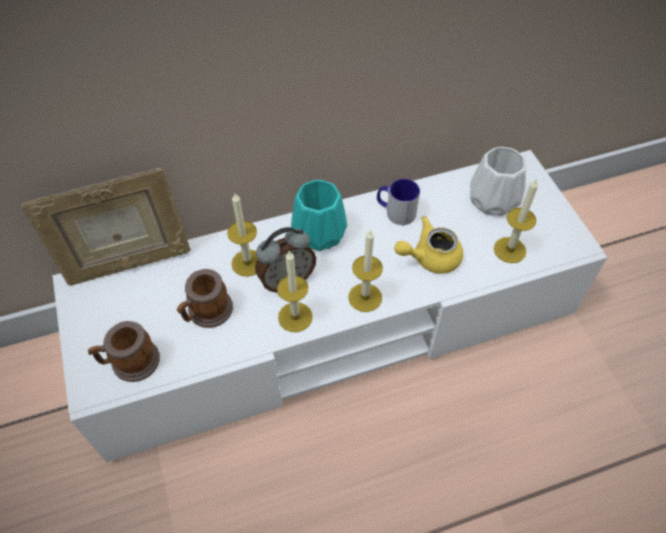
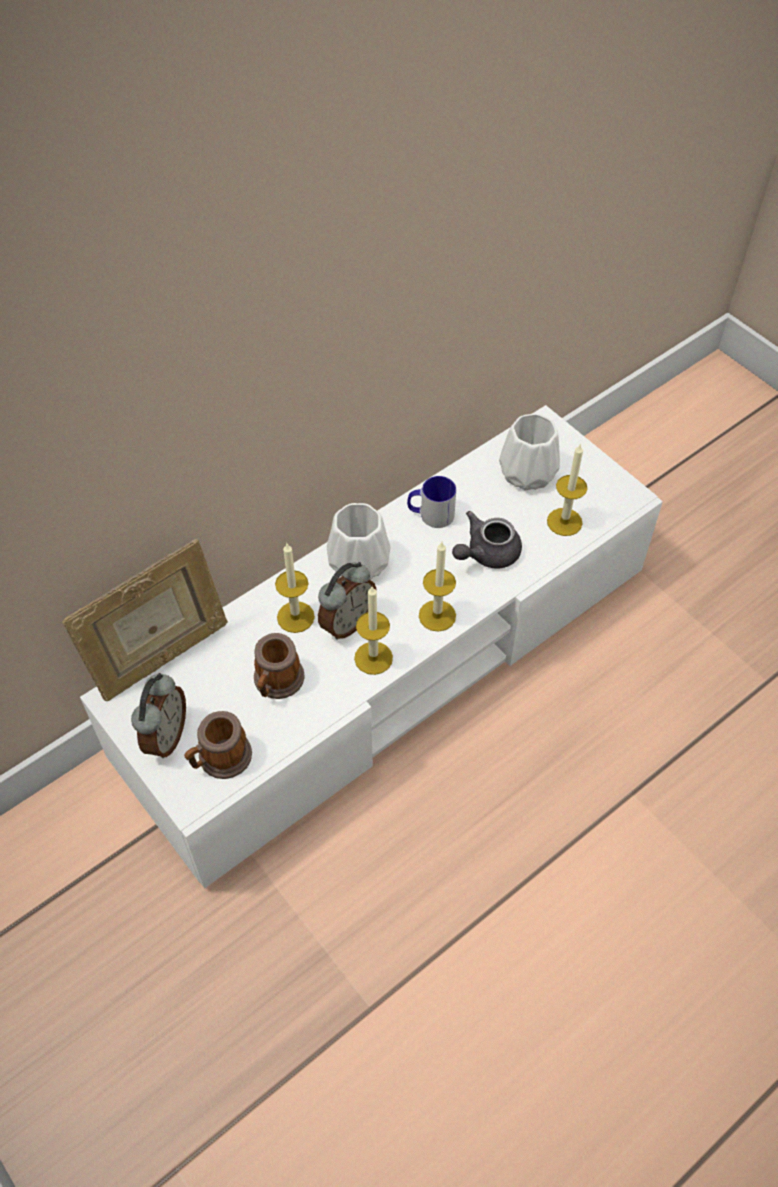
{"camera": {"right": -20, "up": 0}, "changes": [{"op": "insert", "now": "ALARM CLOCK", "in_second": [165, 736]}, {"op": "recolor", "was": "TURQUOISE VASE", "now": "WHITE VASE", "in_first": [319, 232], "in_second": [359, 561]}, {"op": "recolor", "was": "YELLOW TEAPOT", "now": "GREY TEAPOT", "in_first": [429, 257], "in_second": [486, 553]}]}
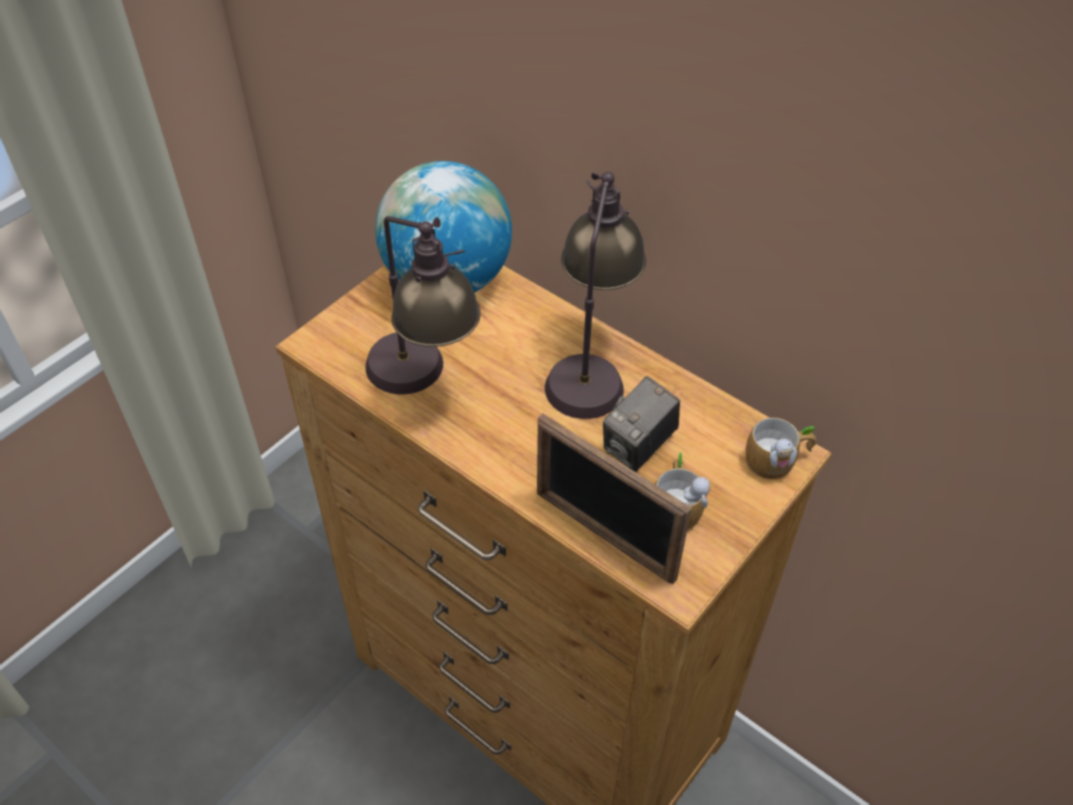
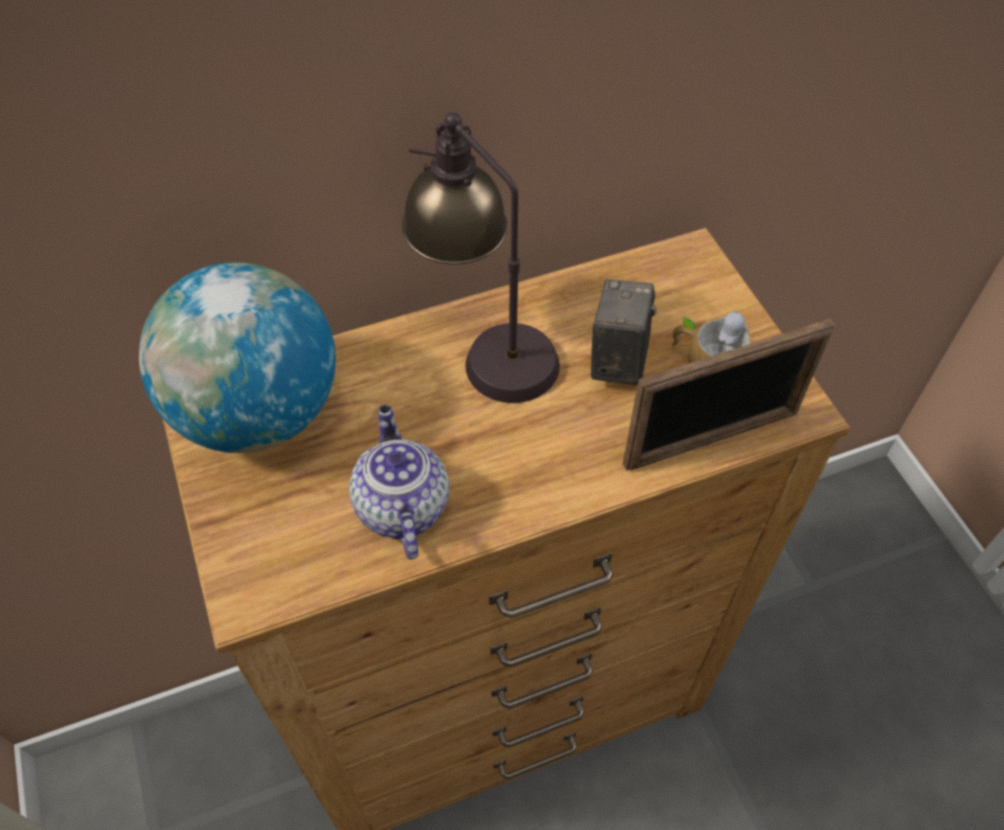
{"camera": {"right": -60, "up": 5}, "changes": [{"op": "replace", "was": "TABLE LAMP", "now": "TEAPOT", "in_first": [424, 382], "in_second": [401, 506]}, {"op": "rotate", "was": "PHOTO CAMERA", "in_first": [638, 447], "in_second": [618, 358], "clockwise": -150}, {"op": "delete", "was": "MUG", "in_first": [778, 460]}]}
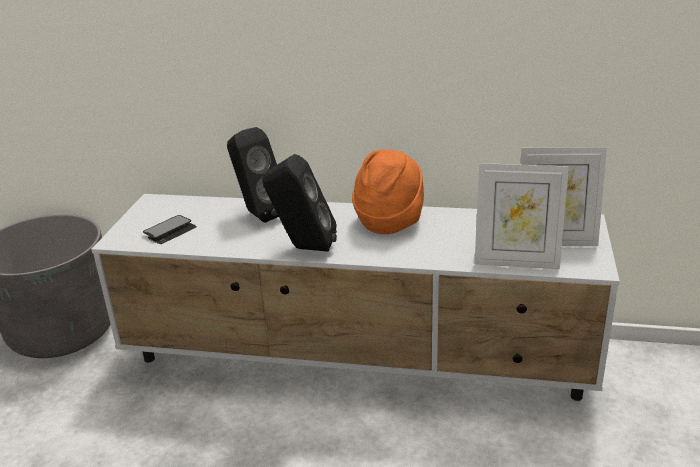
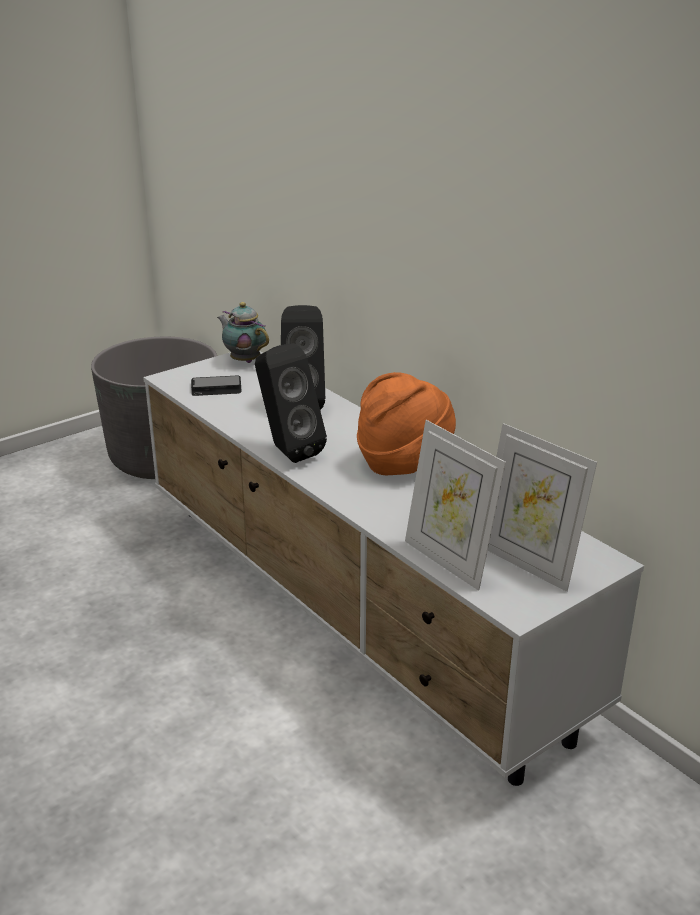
{"camera": {"right": 40, "up": 0}, "changes": [{"op": "insert", "now": "TEAPOT", "in_second": [244, 360]}]}
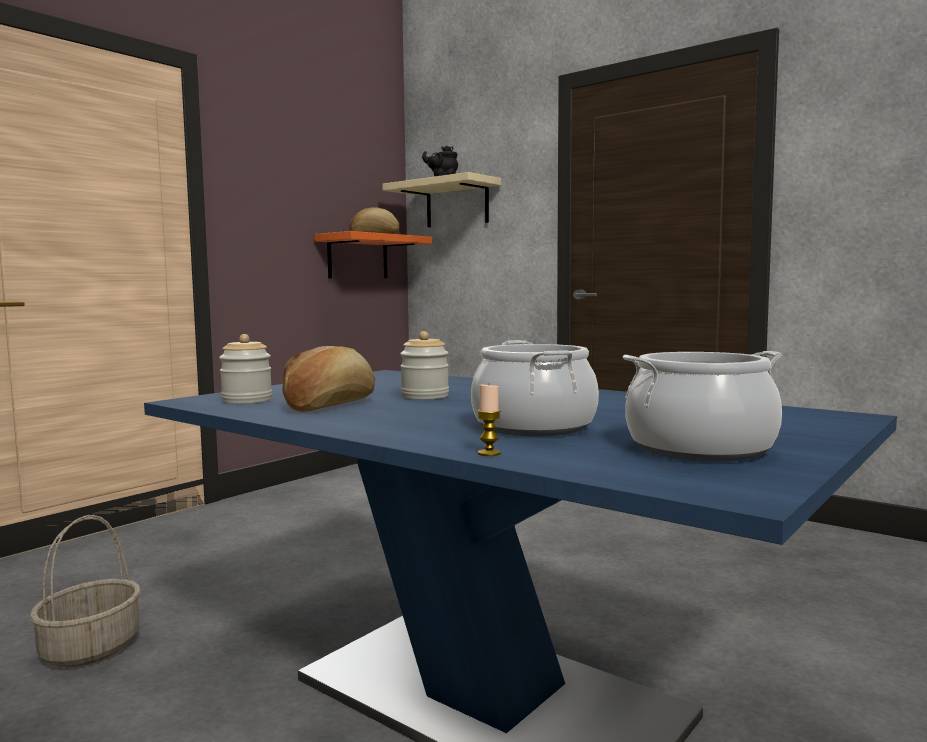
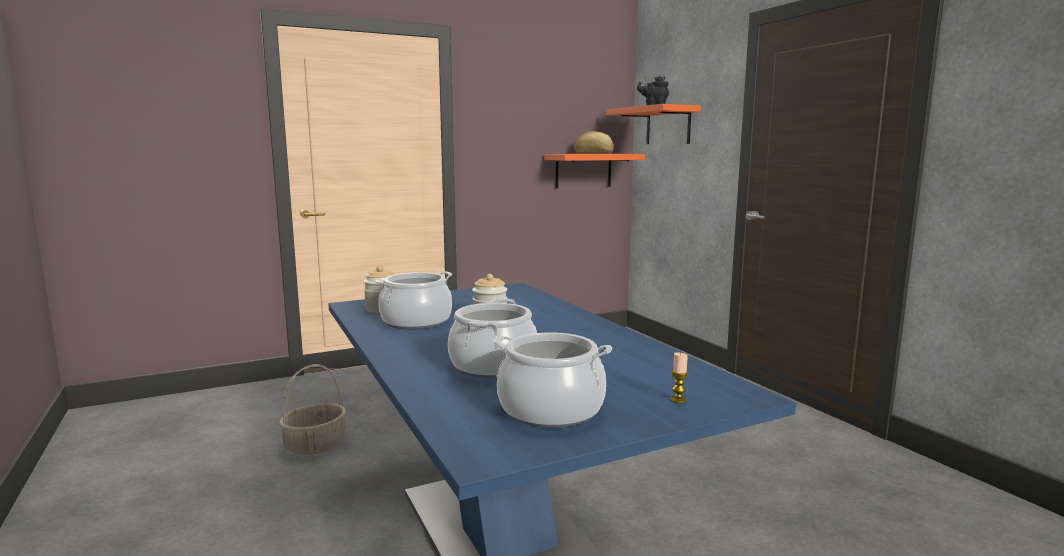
{"camera": {"right": 25, "up": 5}, "changes": [{"op": "replace", "was": "BREAD", "now": "COOKING POT", "in_first": [329, 405], "in_second": [416, 322]}, {"op": "recolor", "was": "BEIGE SHELF", "now": "ORANGE SHELF", "in_first": [457, 204], "in_second": [668, 126]}, {"op": "move", "was": "CANDLE", "in_first": [489, 453], "in_second": [678, 400]}]}
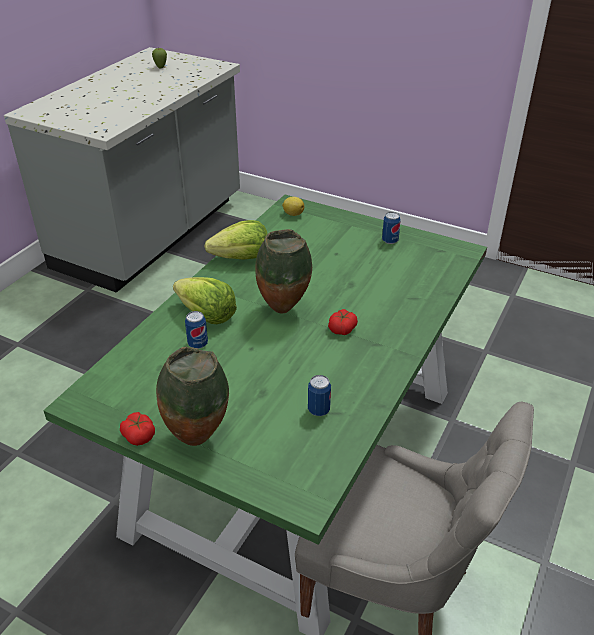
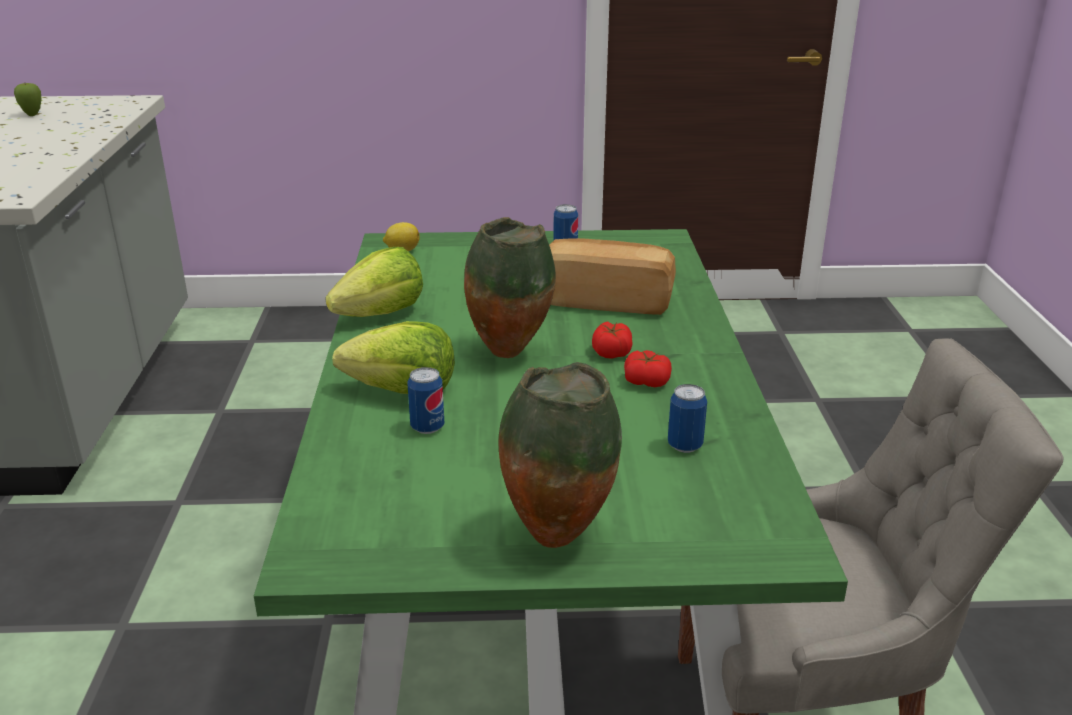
{"camera": {"right": -30, "up": -10}, "changes": [{"op": "insert", "now": "BREAD", "in_second": [606, 300]}, {"op": "move", "was": "TOMATO", "in_first": [139, 435], "in_second": [646, 381]}]}
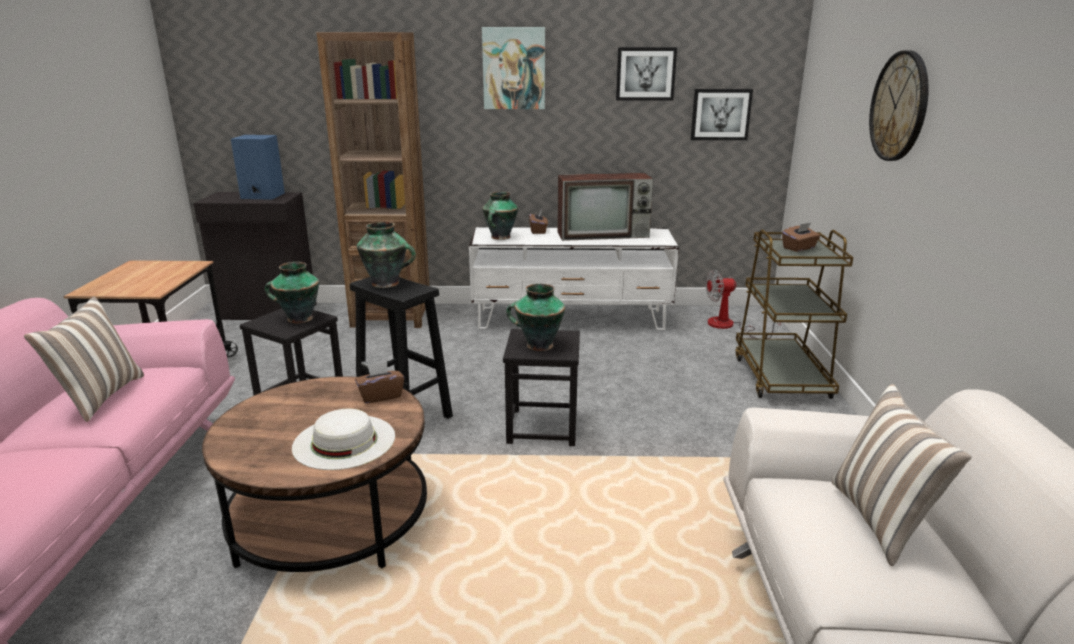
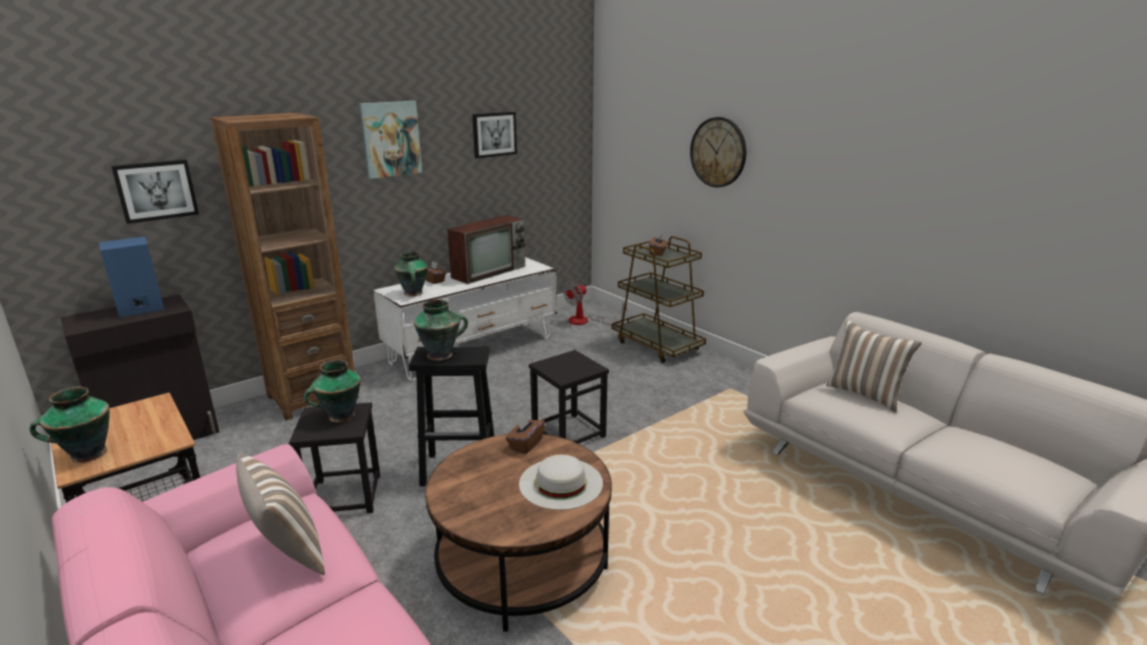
{"camera": {"right": -40, "up": 0}, "changes": [{"op": "move", "was": "VASE", "in_first": [538, 345], "in_second": [86, 455]}, {"op": "move", "was": "PICTURE", "in_first": [720, 114], "in_second": [156, 190]}]}
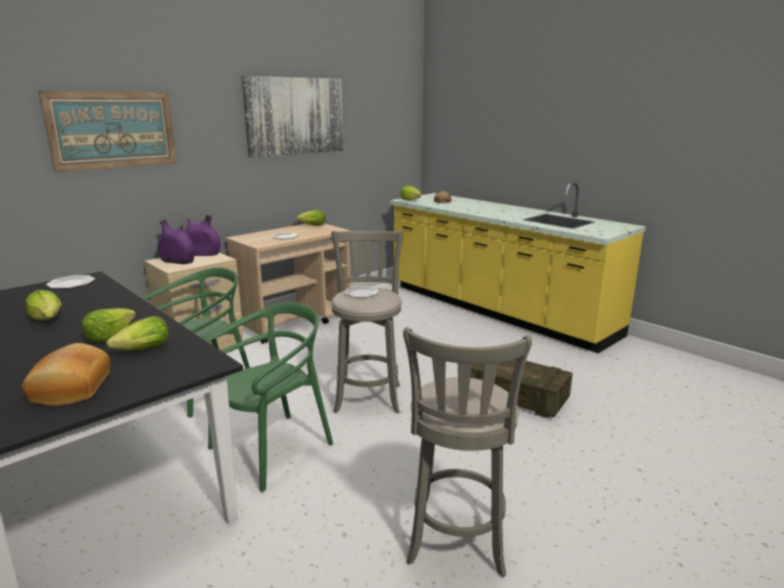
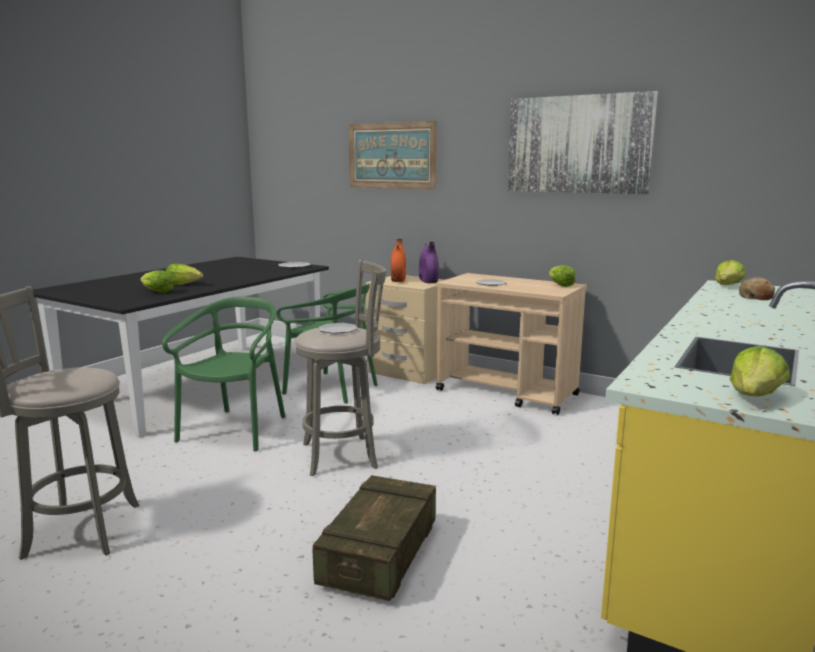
{"camera": {"right": 75, "up": -5}, "changes": [{"op": "rotate", "was": "GREEN CHAIR", "in_first": [272, 449], "in_second": [235, 430], "clockwise": -105}, {"op": "recolor", "was": "PURPLE VASE", "now": "ORANGE VASE", "in_first": [177, 262], "in_second": [398, 280]}, {"op": "move", "was": "LETTUCE", "in_first": [48, 319], "in_second": [755, 397]}, {"op": "delete", "was": "BREAD", "in_first": [69, 389]}]}
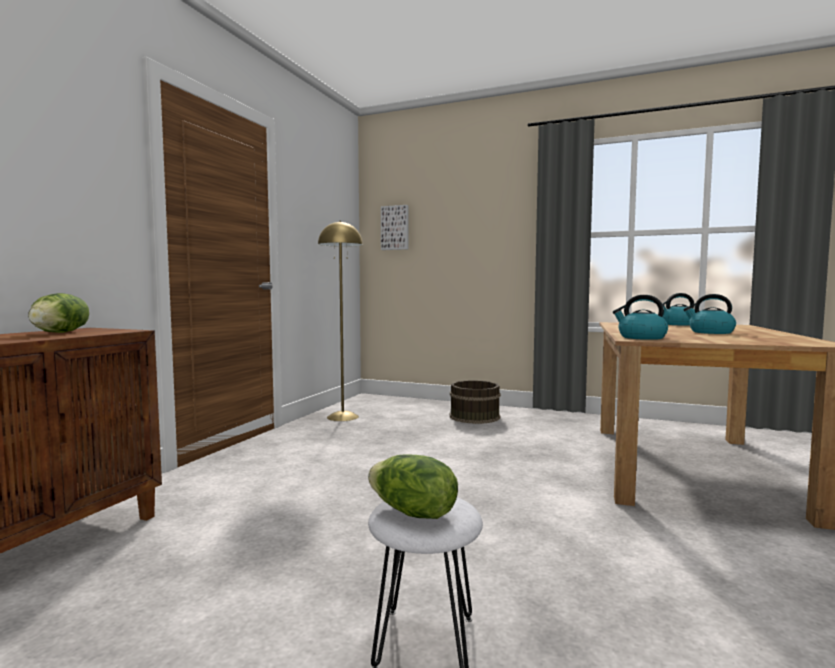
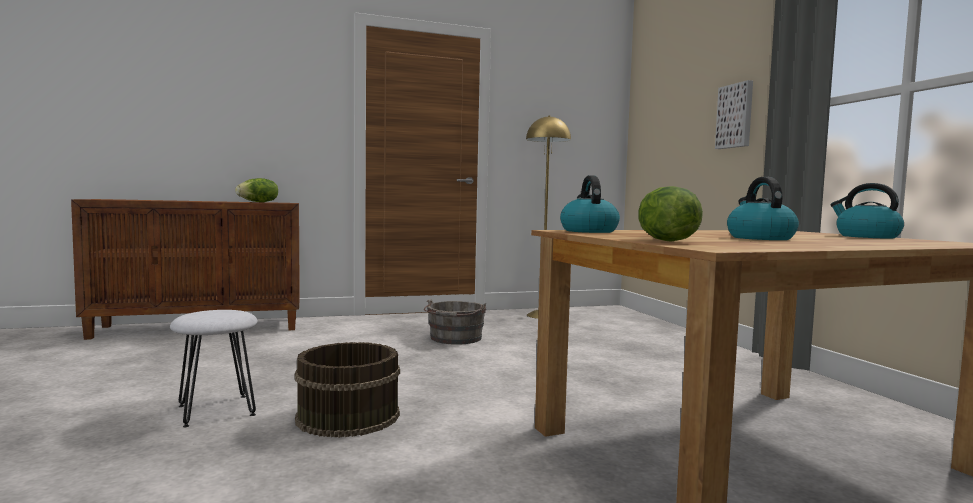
{"camera": {"right": 50, "up": 0}, "changes": [{"op": "move", "was": "BROWN BUCKET", "in_first": [473, 416], "in_second": [348, 416]}, {"op": "insert", "now": "GREY BUCKET", "in_second": [455, 339]}, {"op": "move", "was": "LETTUCE", "in_first": [412, 513], "in_second": [664, 240]}, {"op": "move", "was": "PICTURE", "in_first": [395, 228], "in_second": [735, 116]}]}
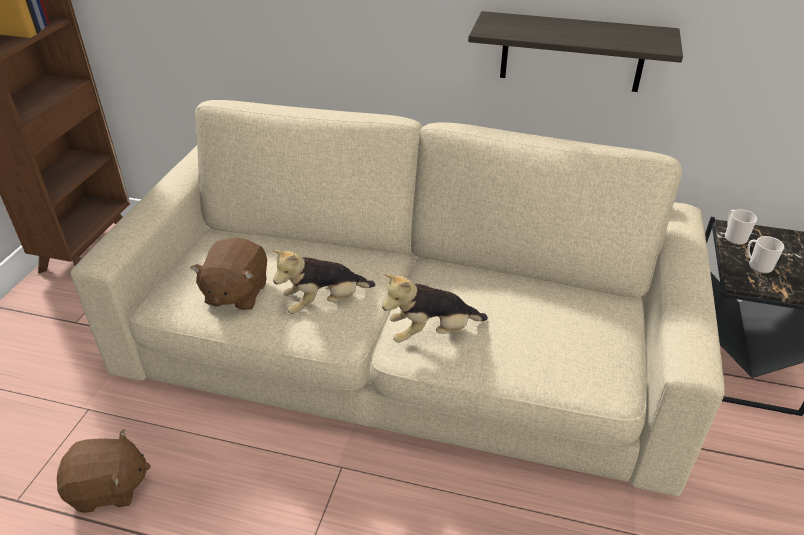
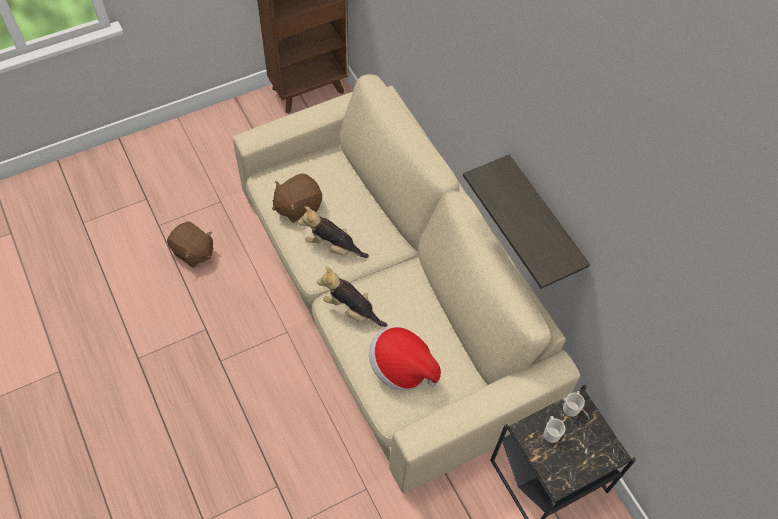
{"camera": {"right": 45, "up": 20}, "changes": [{"op": "insert", "now": "HAT", "in_second": [401, 367]}]}
